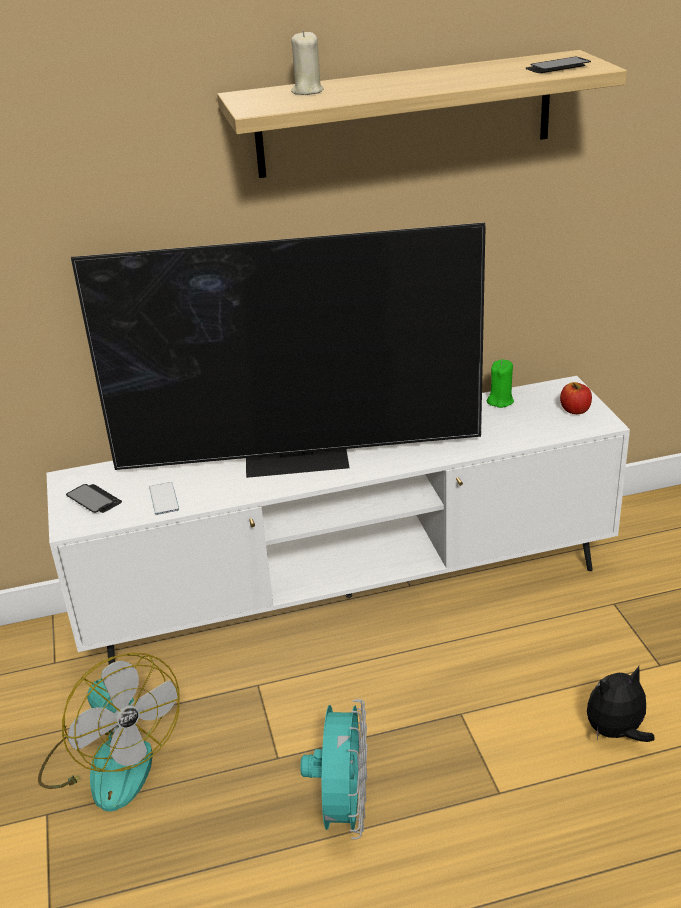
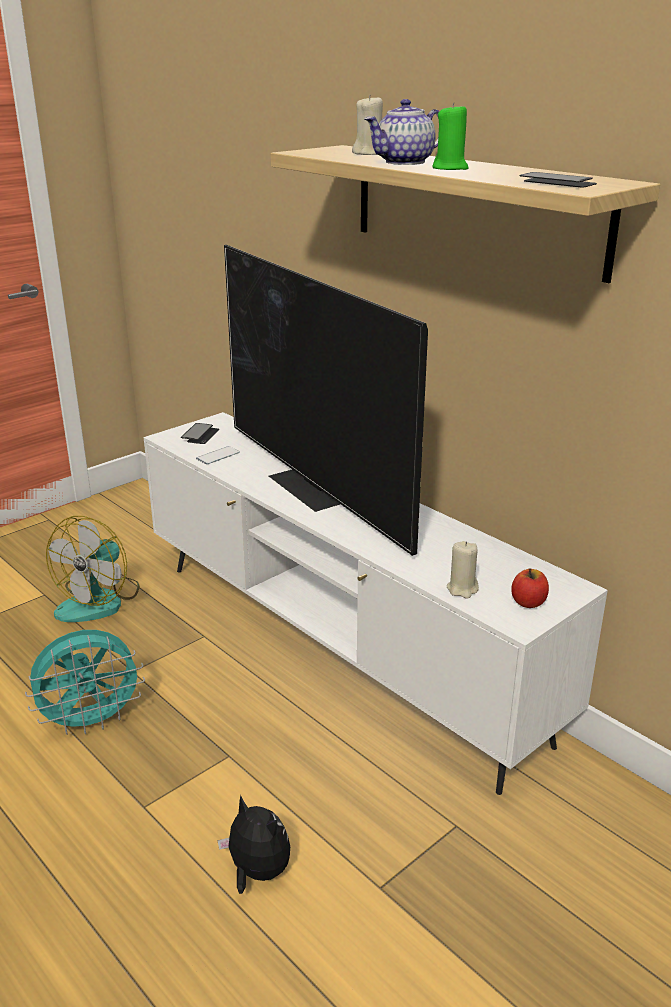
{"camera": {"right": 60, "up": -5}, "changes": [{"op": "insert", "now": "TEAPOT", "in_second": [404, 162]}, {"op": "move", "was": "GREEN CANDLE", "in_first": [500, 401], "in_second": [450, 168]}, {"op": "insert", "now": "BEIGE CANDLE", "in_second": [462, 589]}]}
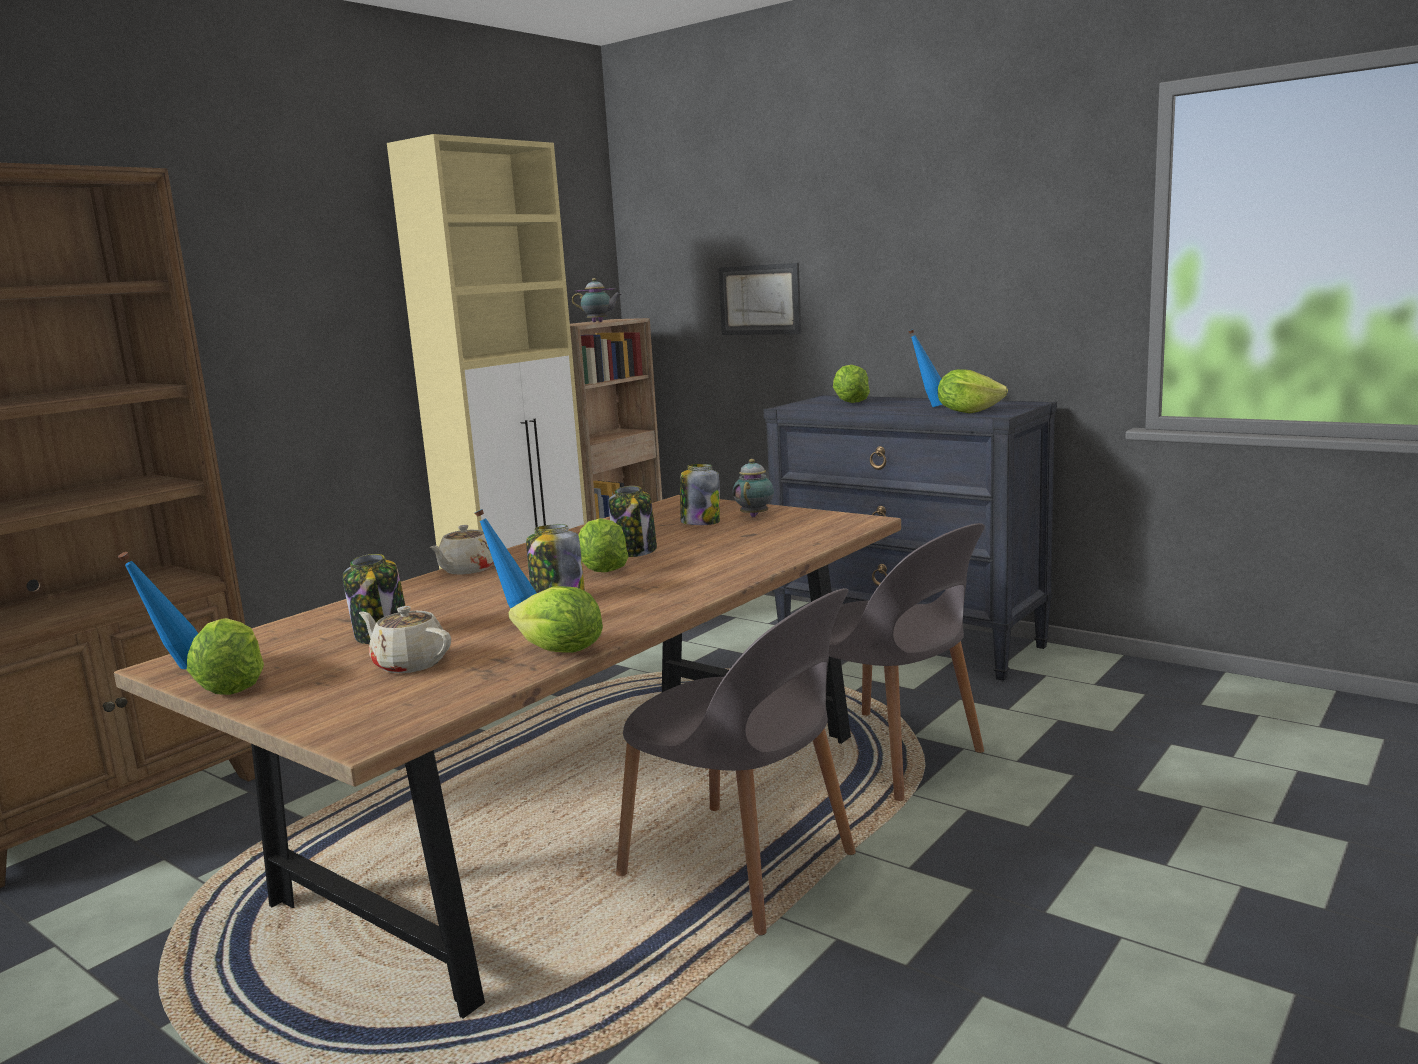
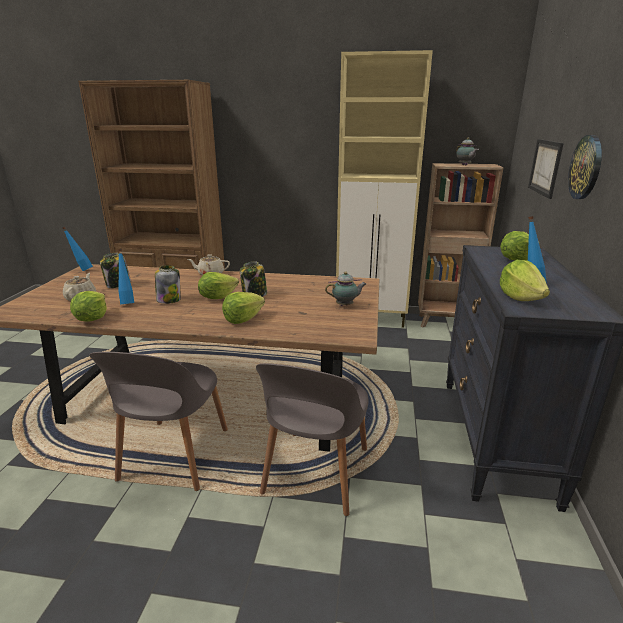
{"camera": {"right": 60, "up": 10}, "changes": [{"op": "move", "was": "LETTUCE", "in_first": [233, 685], "in_second": [243, 319]}, {"op": "insert", "now": "WALL CLOCK", "in_second": [586, 167]}, {"op": "delete", "was": "JAR", "in_first": [700, 523]}]}
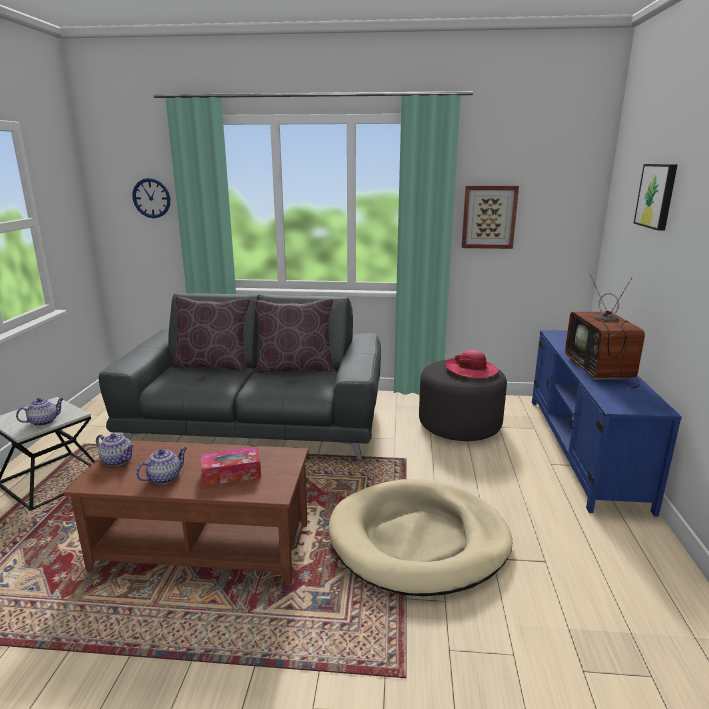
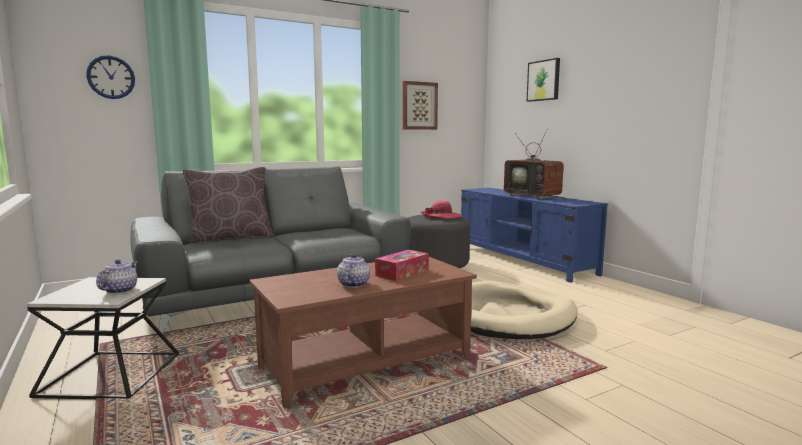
{"camera": {"right": -35, "up": -10}, "changes": [{"op": "delete", "was": "TEAPOT", "in_first": [118, 461]}, {"op": "delete", "was": "BROWN PILLOW", "in_first": [295, 368]}]}
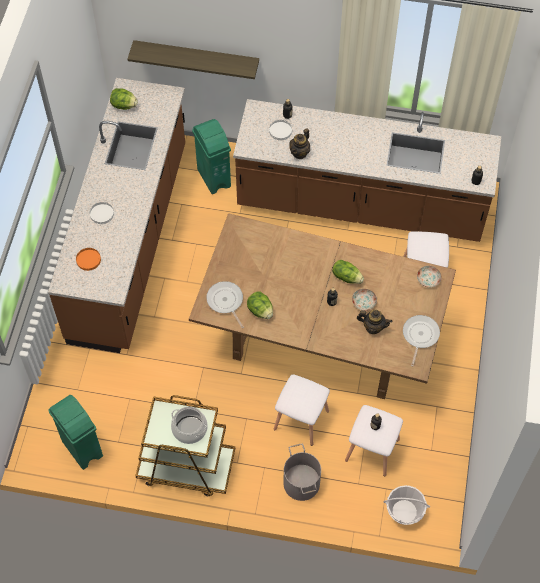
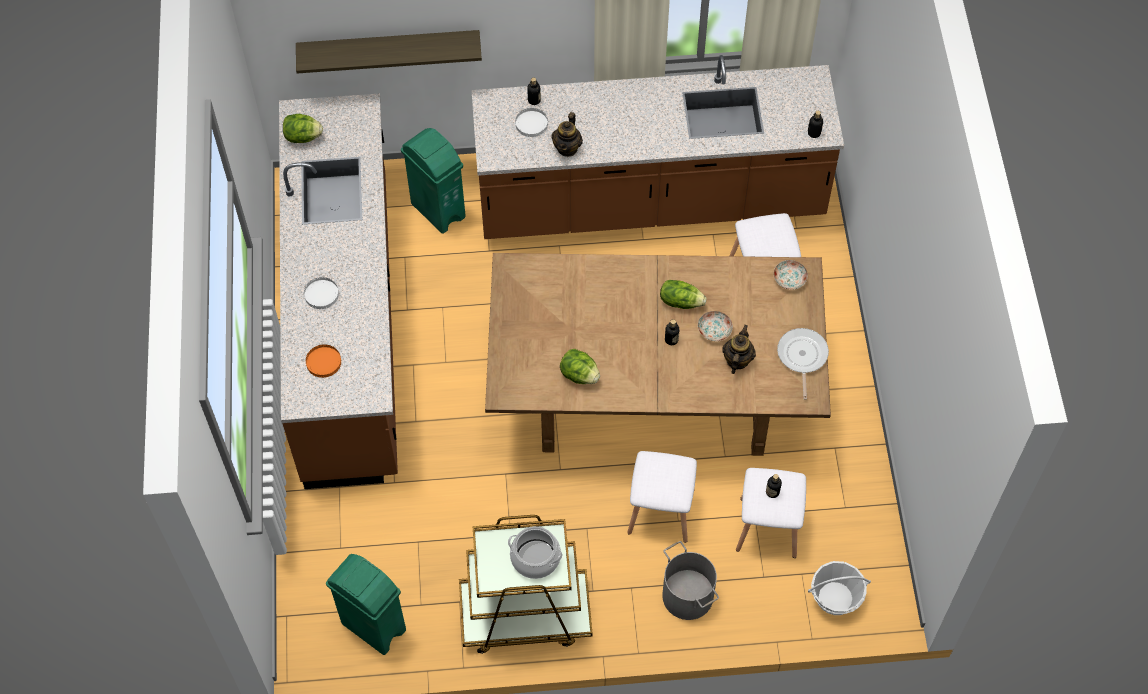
{"camera": {"right": -15, "up": 0}, "changes": [{"op": "rotate", "was": "TEAPOT", "in_first": [373, 327], "in_second": [737, 360], "clockwise": -75}, {"op": "delete", "was": "FRYING PAN", "in_first": [225, 301]}]}
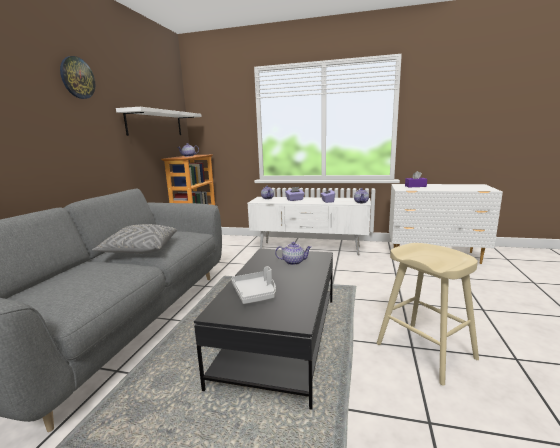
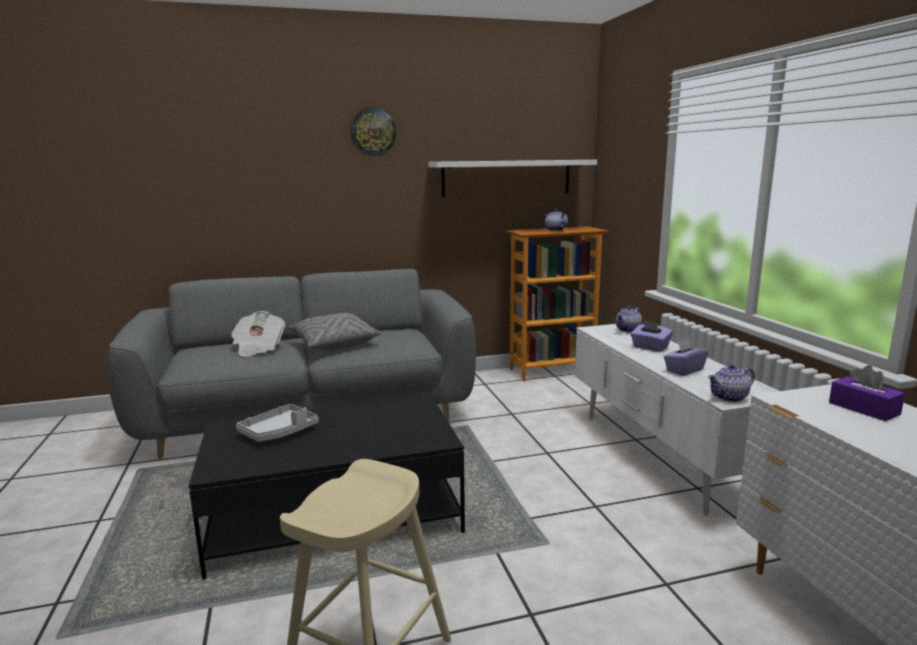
{"camera": {"right": 60, "up": 0}, "changes": [{"op": "insert", "now": "NEWSPAPER", "in_second": [258, 348]}, {"op": "delete", "was": "TEAPOT", "in_first": [293, 262]}]}
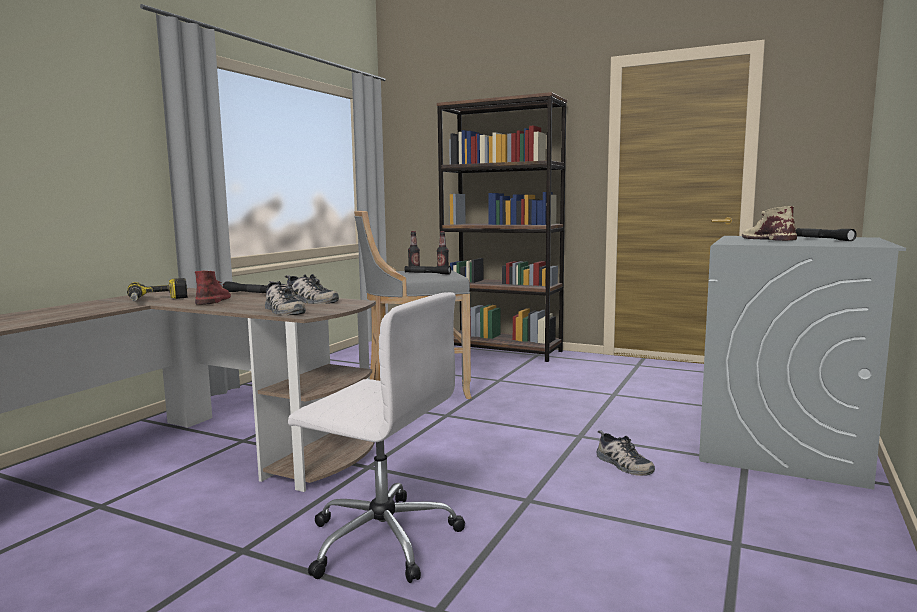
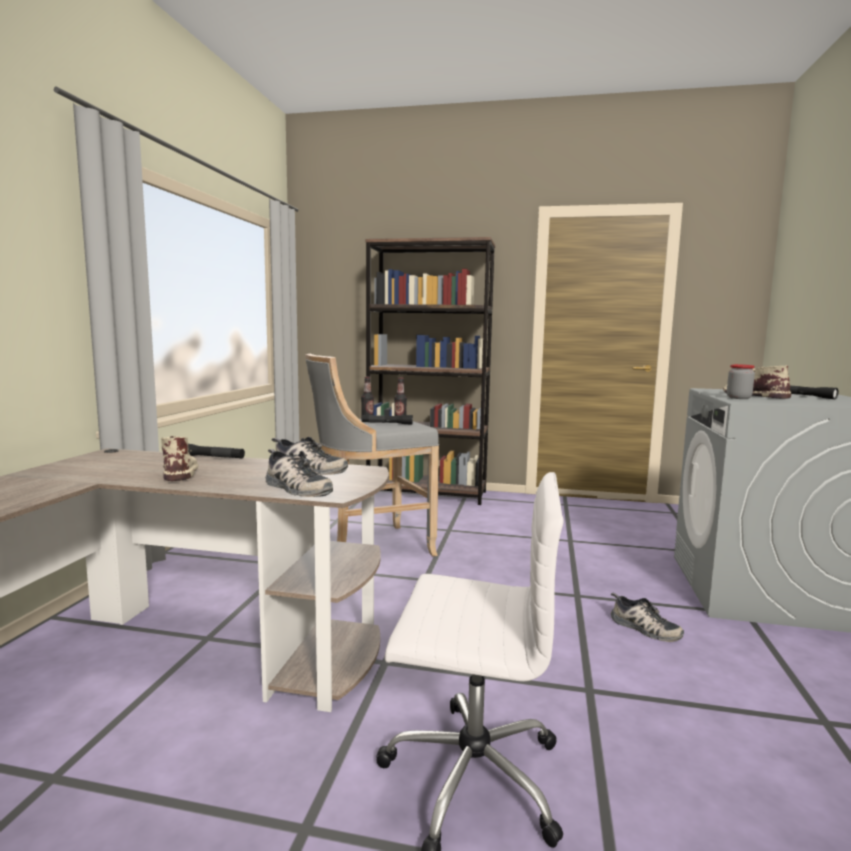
{"camera": {"right": -15, "up": 0}, "changes": [{"op": "recolor", "was": "RED BOOT", "now": "BEIGE BOOT", "in_first": [213, 300], "in_second": [179, 471]}, {"op": "insert", "now": "JAR", "in_second": [738, 398]}, {"op": "delete", "was": "POWER DRILL", "in_first": [158, 300]}]}
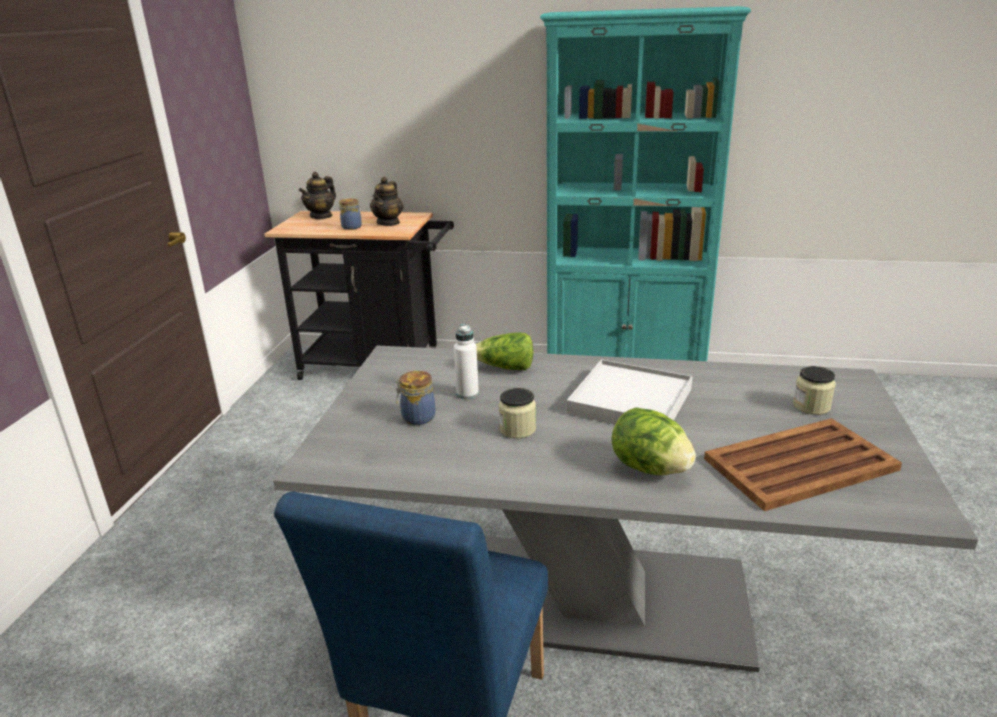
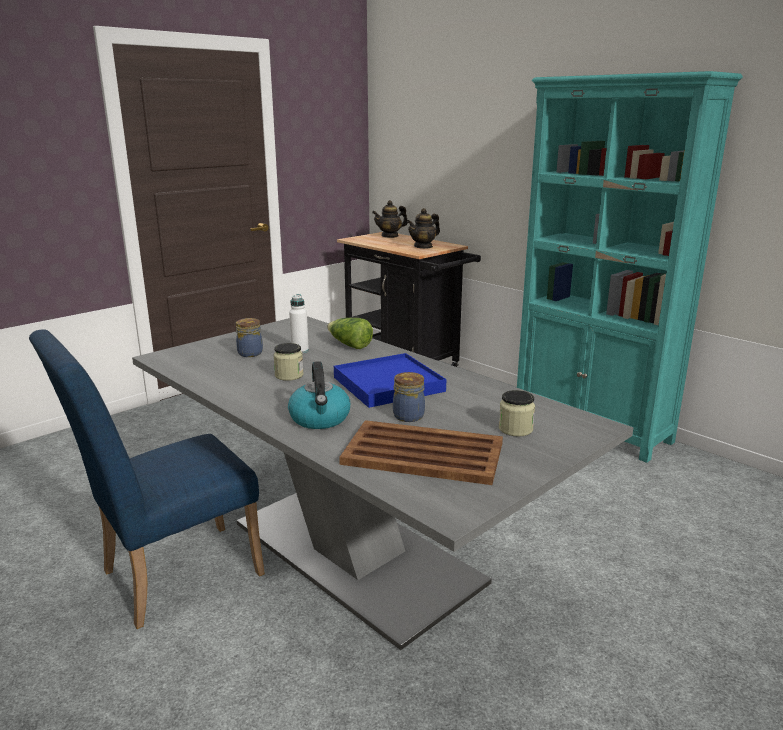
{"camera": {"right": 35, "up": -5}, "changes": [{"op": "replace", "was": "LETTUCE", "now": "KETTLE", "in_first": [650, 468], "in_second": [320, 419]}, {"op": "recolor", "was": "WHITE TRAY", "now": "BLUE TRAY", "in_first": [630, 401], "in_second": [389, 384]}, {"op": "move", "was": "JAR", "in_first": [351, 227], "in_second": [408, 415]}]}
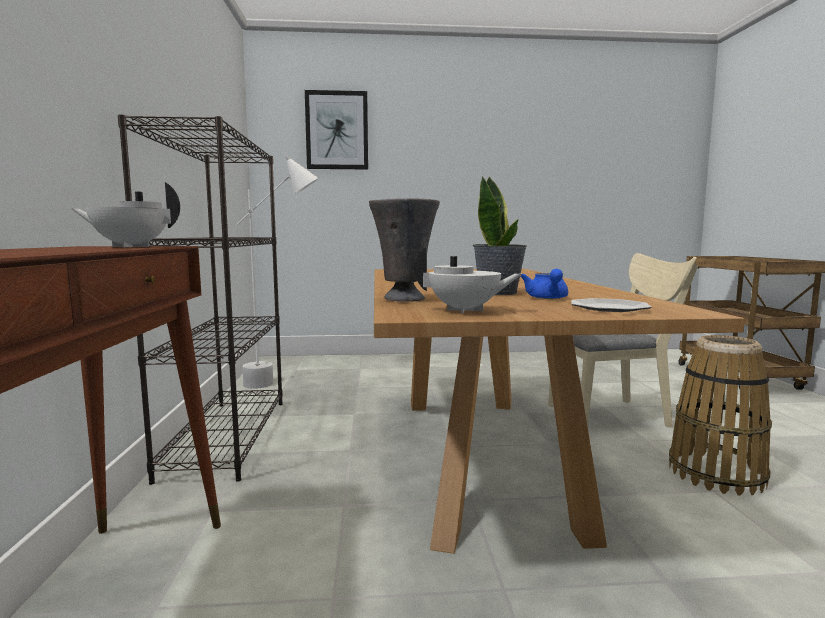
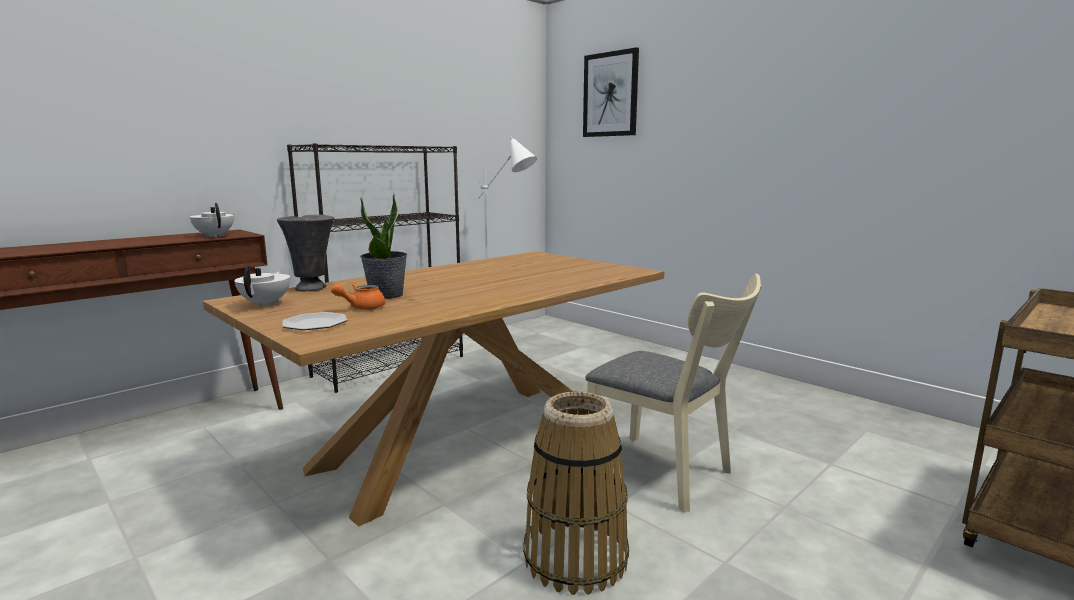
{"camera": {"right": 50, "up": 5}, "changes": [{"op": "rotate", "was": "WHITE TEAPOT", "in_first": [465, 310], "in_second": [266, 304], "clockwise": -150}, {"op": "recolor", "was": "BLUE TEAPOT", "now": "ORANGE TEAPOT", "in_first": [547, 298], "in_second": [362, 307]}]}
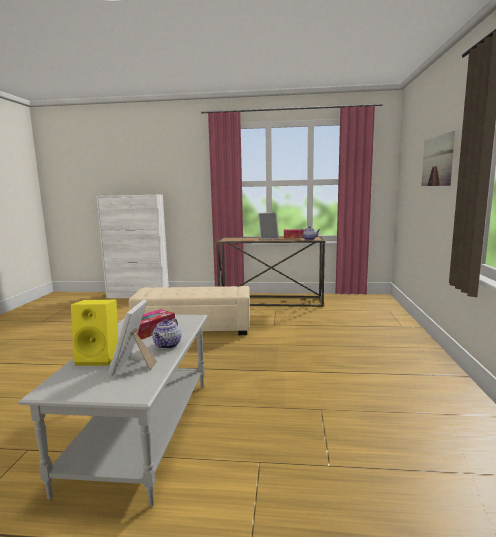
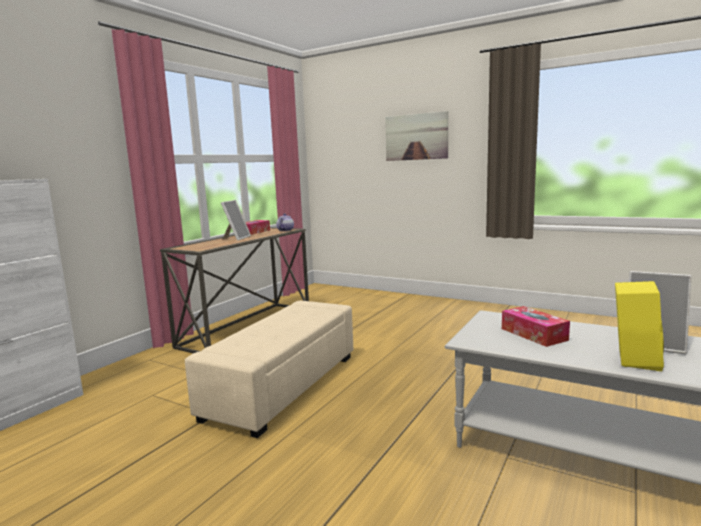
{"camera": {"right": -65, "up": 0}, "changes": [{"op": "delete", "was": "TEAPOT", "in_first": [167, 345]}]}
